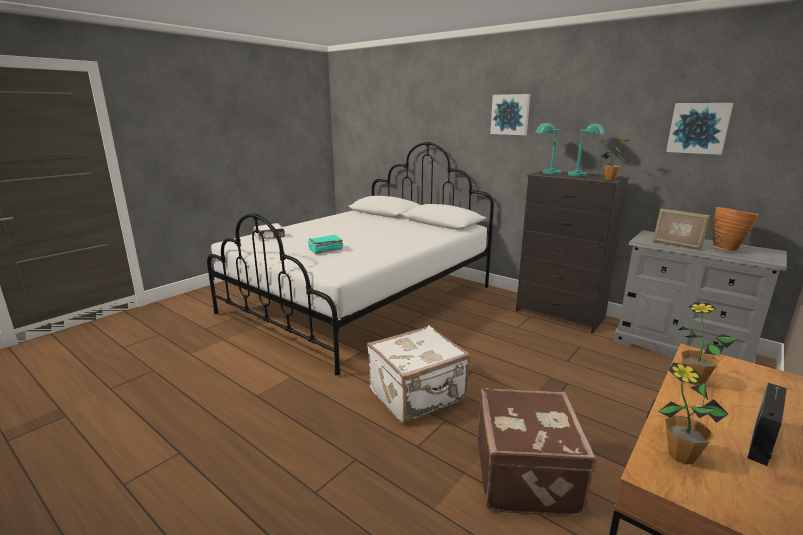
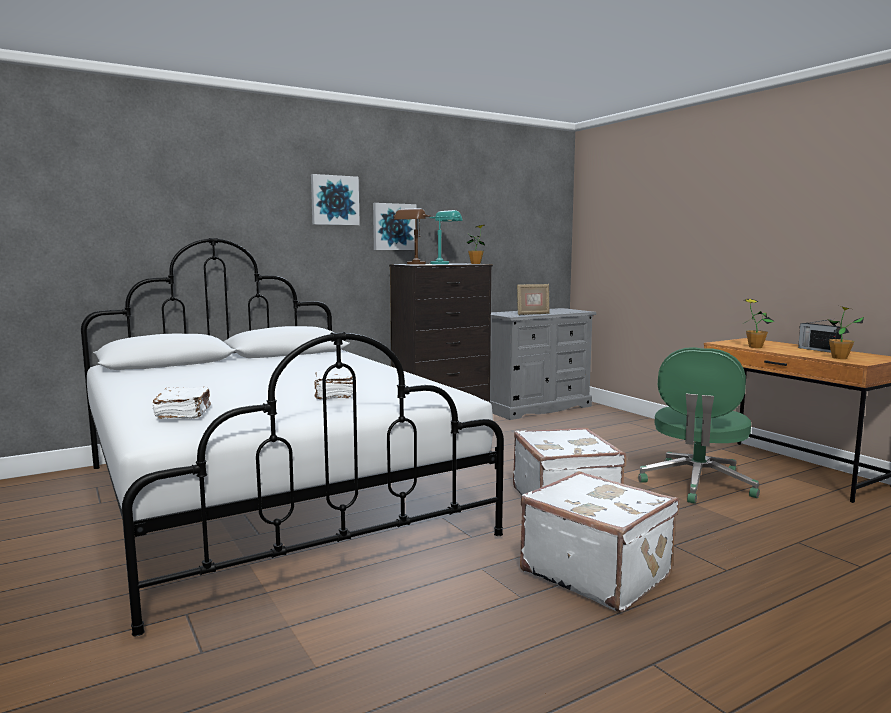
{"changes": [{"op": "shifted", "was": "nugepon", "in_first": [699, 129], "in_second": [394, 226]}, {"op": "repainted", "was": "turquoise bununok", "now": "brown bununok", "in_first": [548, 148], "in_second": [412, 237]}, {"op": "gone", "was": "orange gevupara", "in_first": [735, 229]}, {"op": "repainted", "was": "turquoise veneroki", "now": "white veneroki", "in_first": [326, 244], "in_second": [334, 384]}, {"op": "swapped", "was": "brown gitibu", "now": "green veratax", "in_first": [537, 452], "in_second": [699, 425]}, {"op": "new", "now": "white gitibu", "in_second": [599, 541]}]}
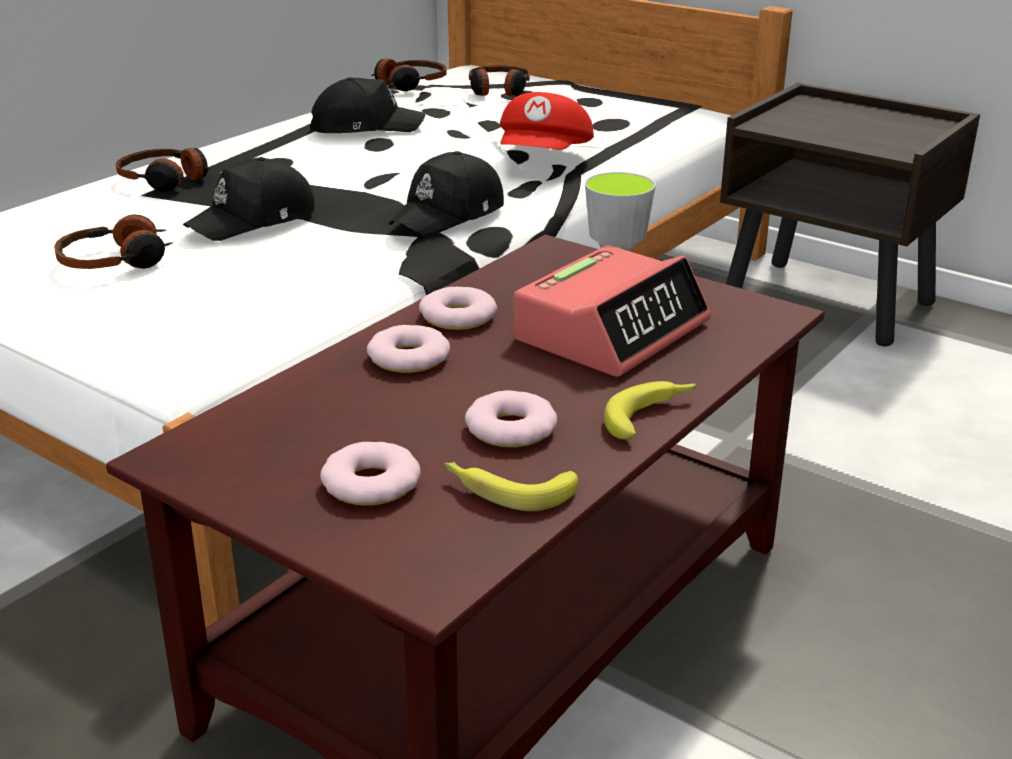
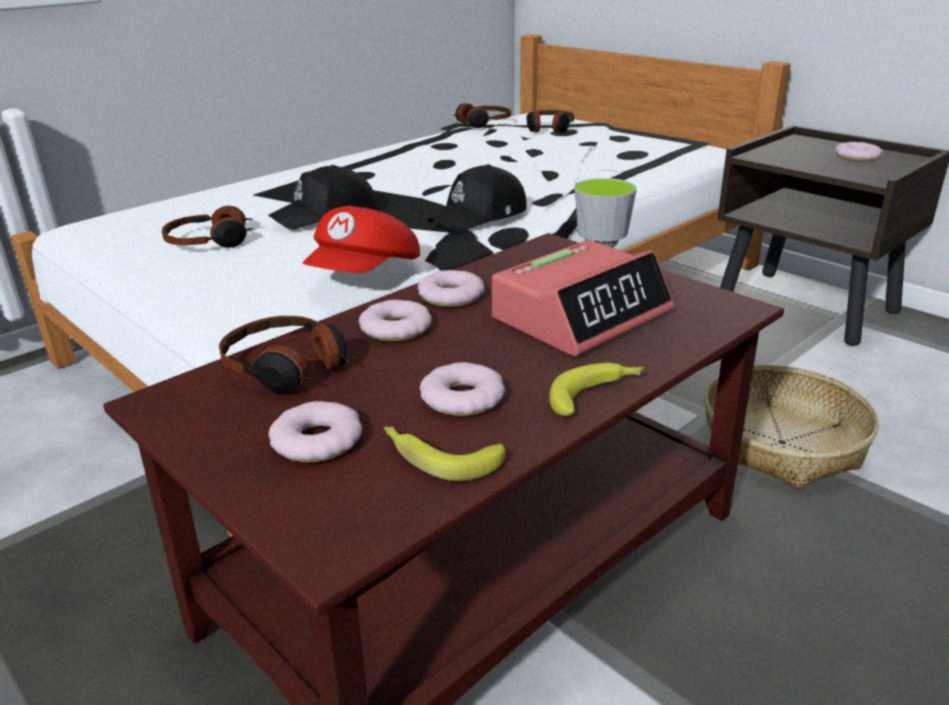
{"changes": [{"op": "gone", "was": "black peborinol", "in_first": [368, 105]}, {"op": "shifted", "was": "red peborinol", "in_first": [547, 121], "in_second": [361, 239]}, {"op": "shifted", "was": "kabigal", "in_first": [163, 170], "in_second": [283, 354]}, {"op": "new", "now": "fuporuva", "in_second": [859, 152]}, {"op": "new", "now": "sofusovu", "in_second": [791, 427]}]}
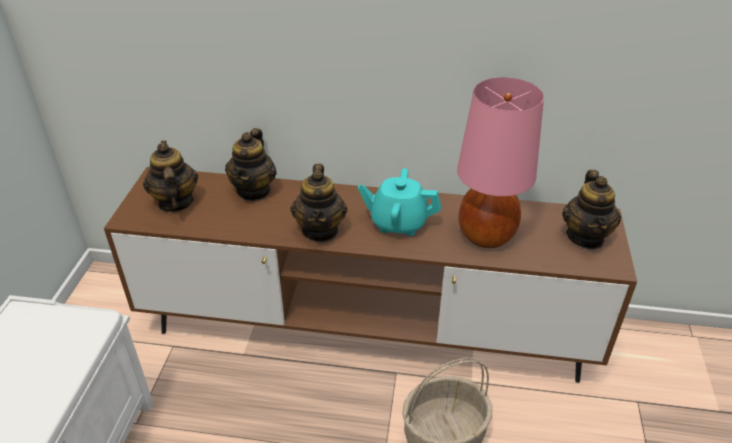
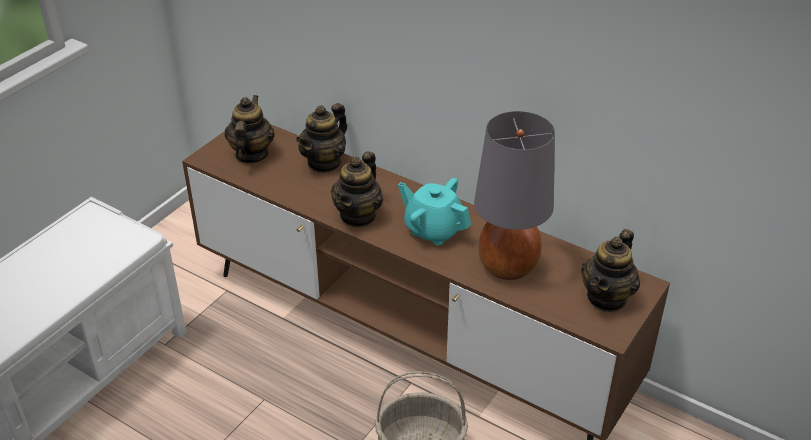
{"changes": [{"op": "repainted", "was": "pink bununok", "now": "grey bununok", "in_first": [500, 162], "in_second": [514, 195]}]}
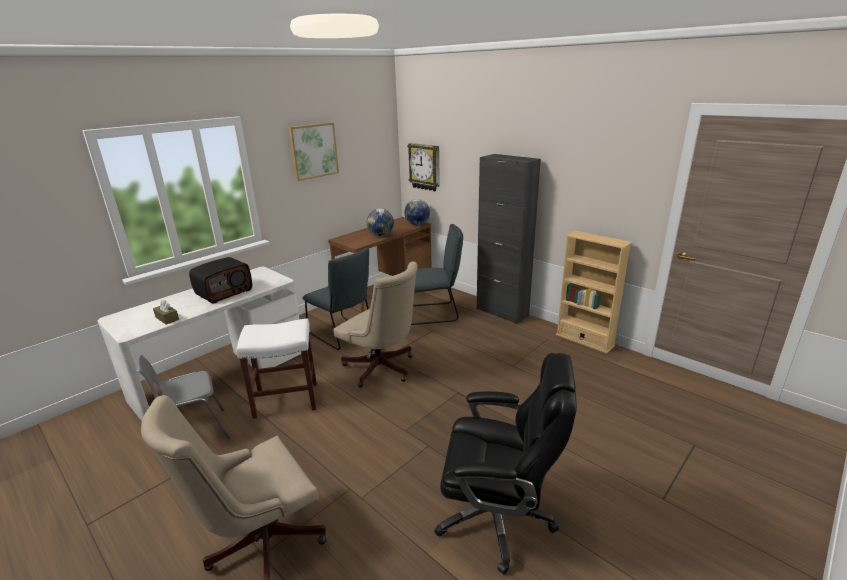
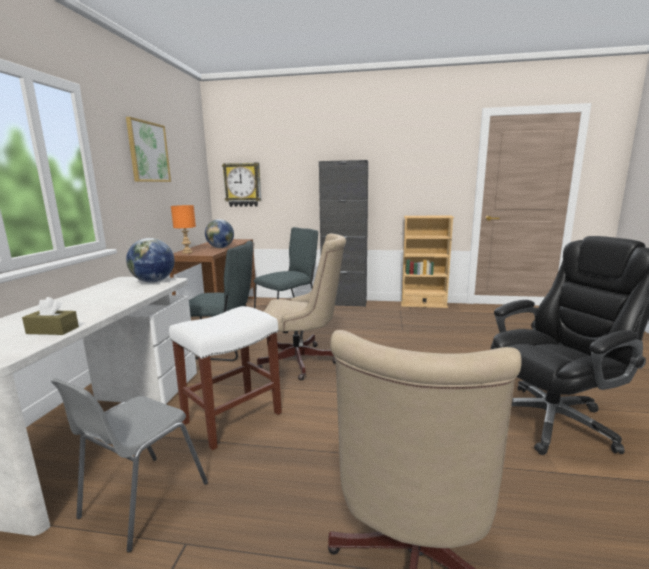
{"changes": [{"op": "shifted", "was": "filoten", "in_first": [417, 212], "in_second": [150, 260]}, {"op": "gone", "was": "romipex", "in_first": [220, 280]}, {"op": "new", "now": "orange bununok", "in_second": [183, 229]}]}
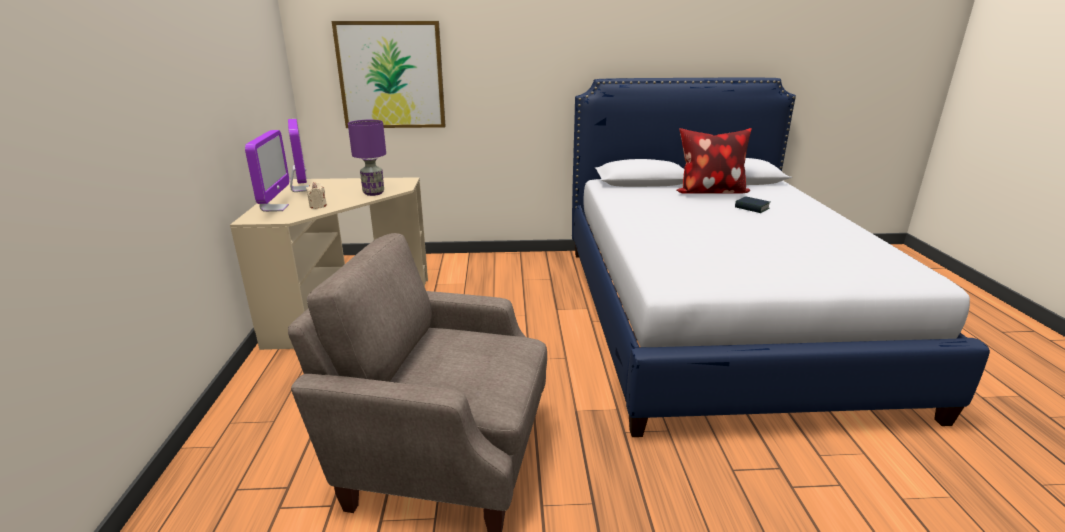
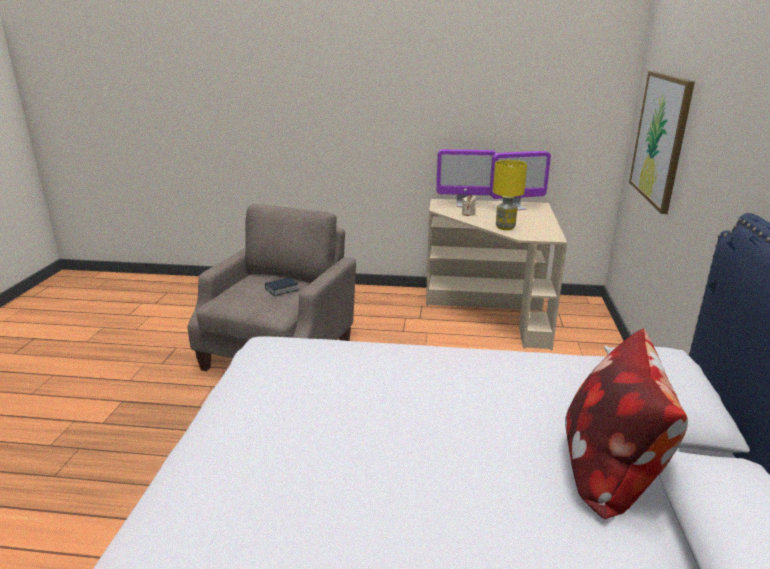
{"changes": [{"op": "repainted", "was": "purple bununok", "now": "yellow bununok", "in_first": [367, 158], "in_second": [510, 195]}, {"op": "shifted", "was": "veneroki", "in_first": [752, 204], "in_second": [282, 286]}]}
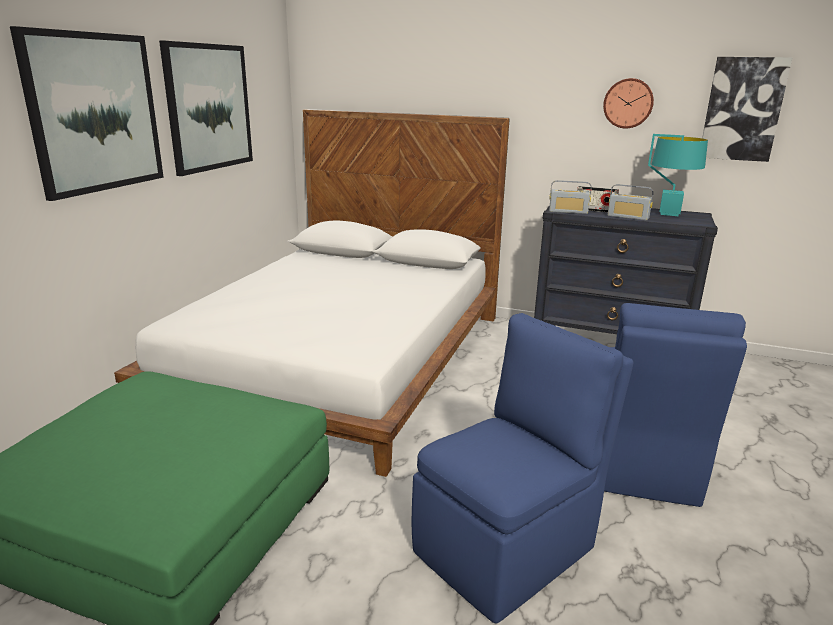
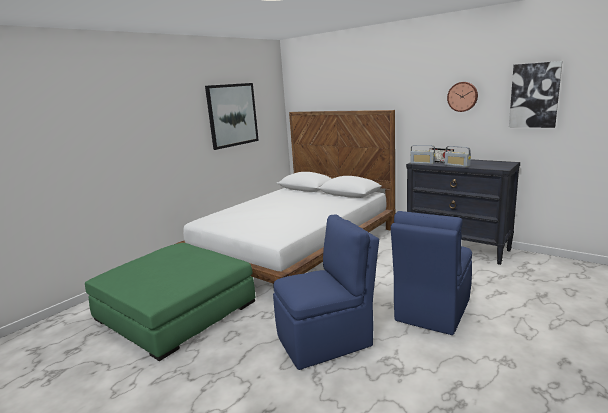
{"changes": [{"op": "gone", "was": "nugepon", "in_first": [87, 113]}, {"op": "gone", "was": "turquoise bununok", "in_first": [678, 175]}]}
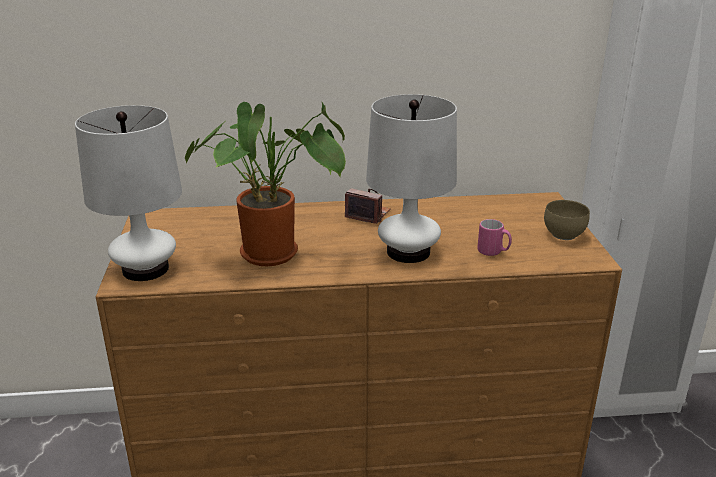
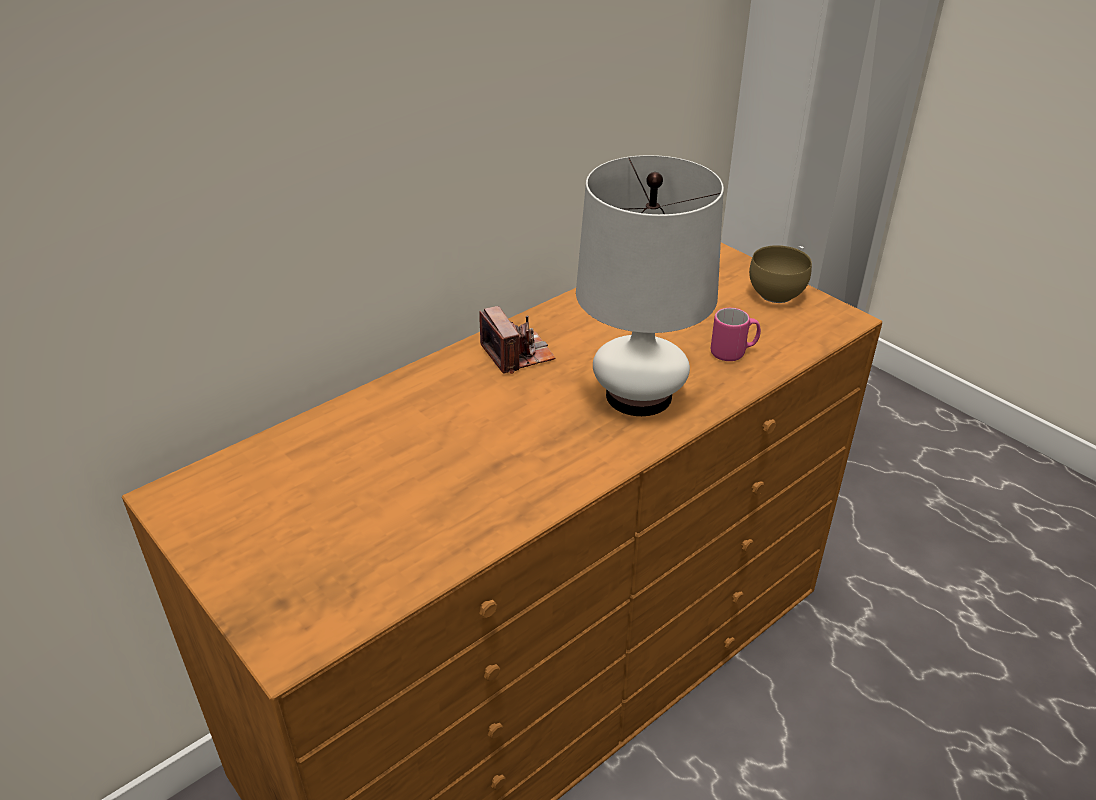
{"changes": [{"op": "gone", "was": "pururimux", "in_first": [265, 184]}, {"op": "gone", "was": "white bununok", "in_first": [128, 193]}, {"op": "rotated", "was": "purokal", "in_first": [368, 206], "in_second": [517, 340], "clockwise": 75}]}
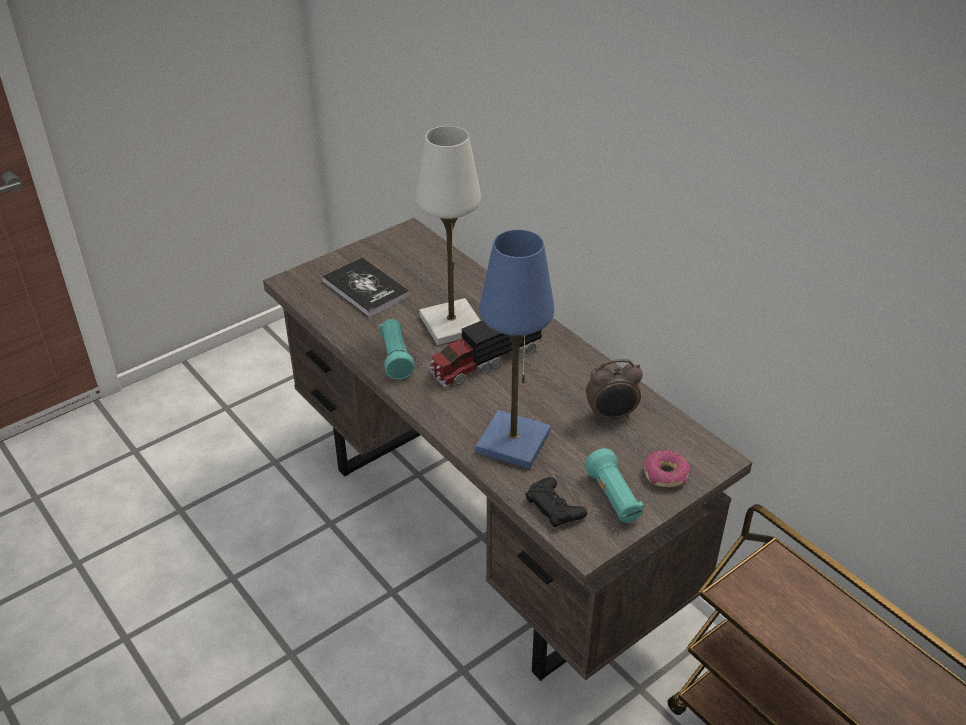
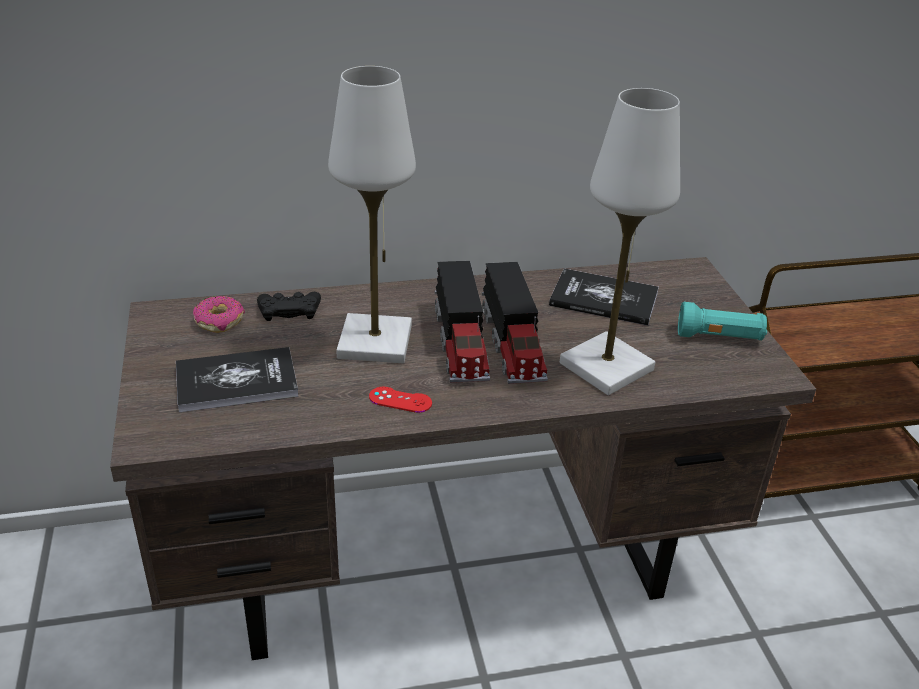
{"changes": [{"op": "repainted", "was": "blue bununok", "now": "white bununok", "in_first": [515, 349], "in_second": [620, 241]}, {"op": "swapped", "was": "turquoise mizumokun", "now": "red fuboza", "in_first": [397, 349], "in_second": [400, 400]}, {"op": "swapped", "was": "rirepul", "now": "veneroki", "in_first": [614, 390], "in_second": [604, 297]}, {"op": "shifted", "was": "fuporuva", "in_first": [667, 468], "in_second": [219, 314]}, {"op": "shifted", "was": "black fuboza", "in_first": [556, 502], "in_second": [289, 306]}, {"op": "new", "now": "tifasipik", "in_second": [515, 323]}]}
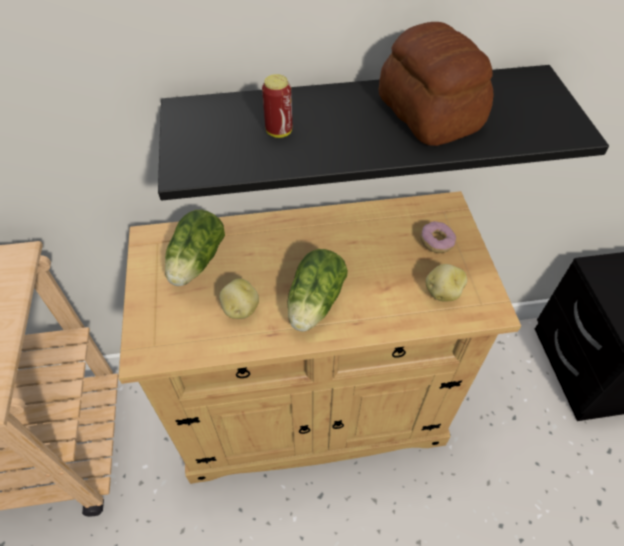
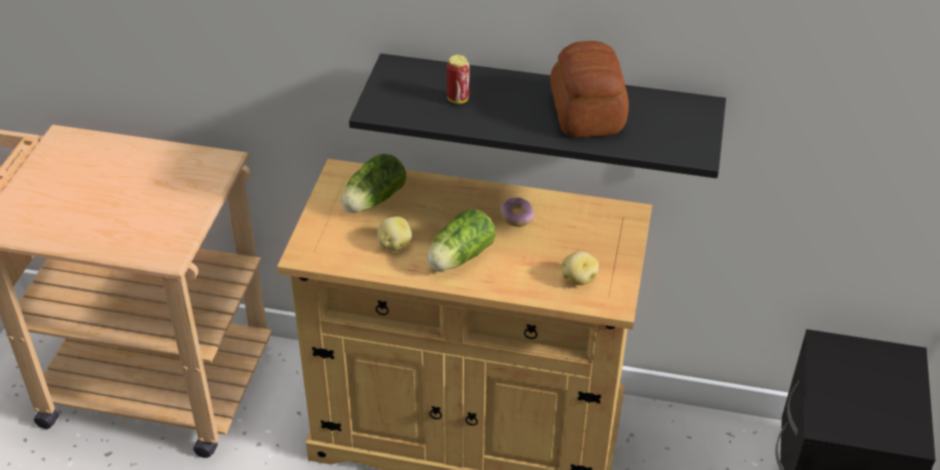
{"changes": [{"op": "shifted", "was": "fuporuva", "in_first": [438, 237], "in_second": [517, 212]}]}
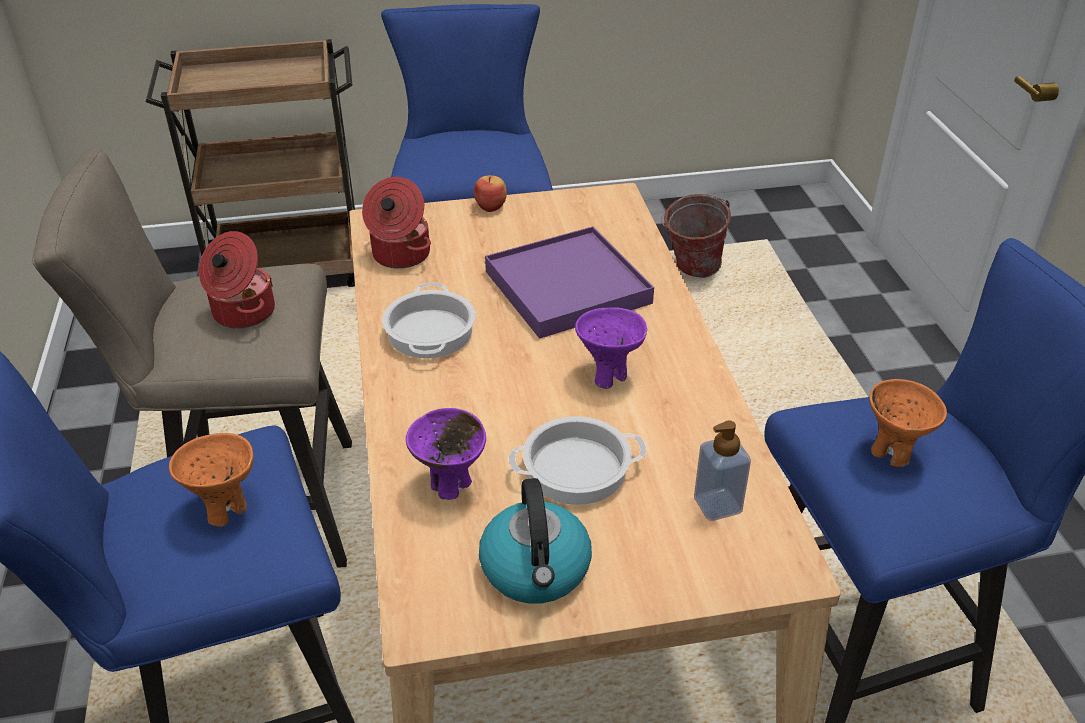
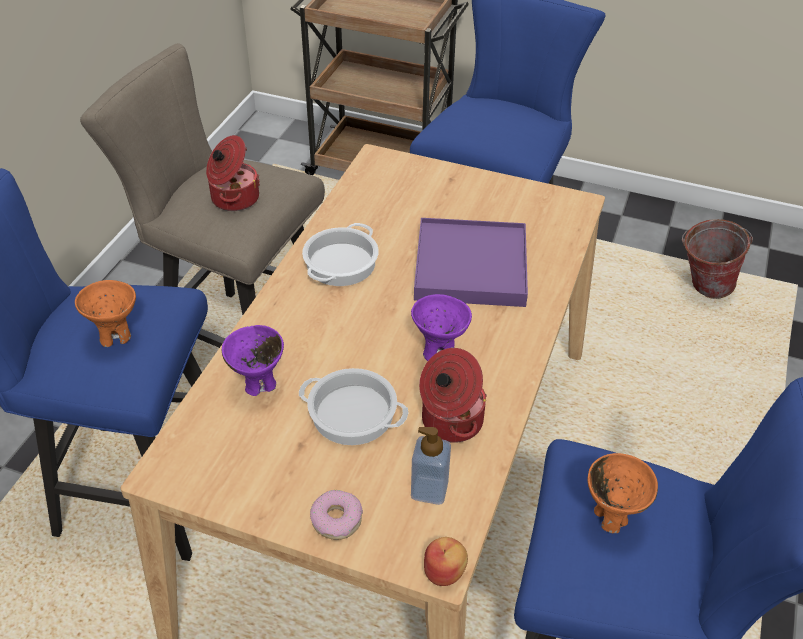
{"changes": [{"op": "shifted", "was": "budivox", "in_first": [490, 193], "in_second": [446, 561]}, {"op": "shifted", "was": "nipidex", "in_first": [396, 223], "in_second": [453, 395]}, {"op": "gone", "was": "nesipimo", "in_first": [535, 540]}, {"op": "new", "now": "fuporuva", "in_second": [336, 515]}]}
